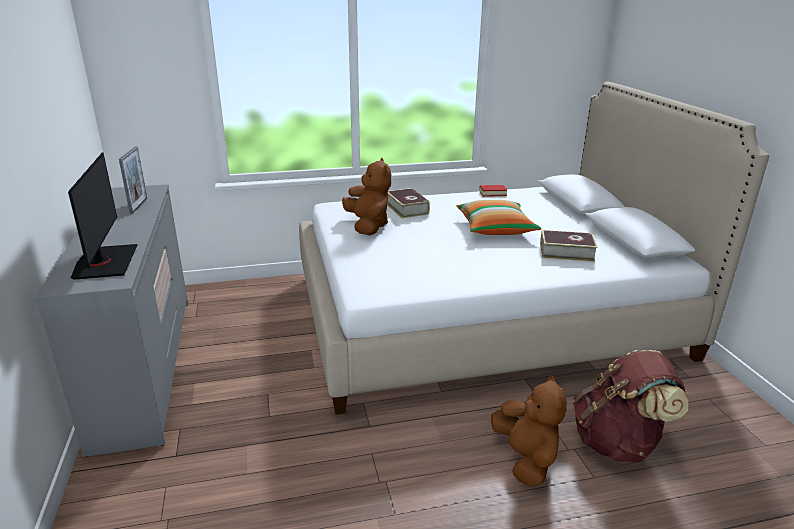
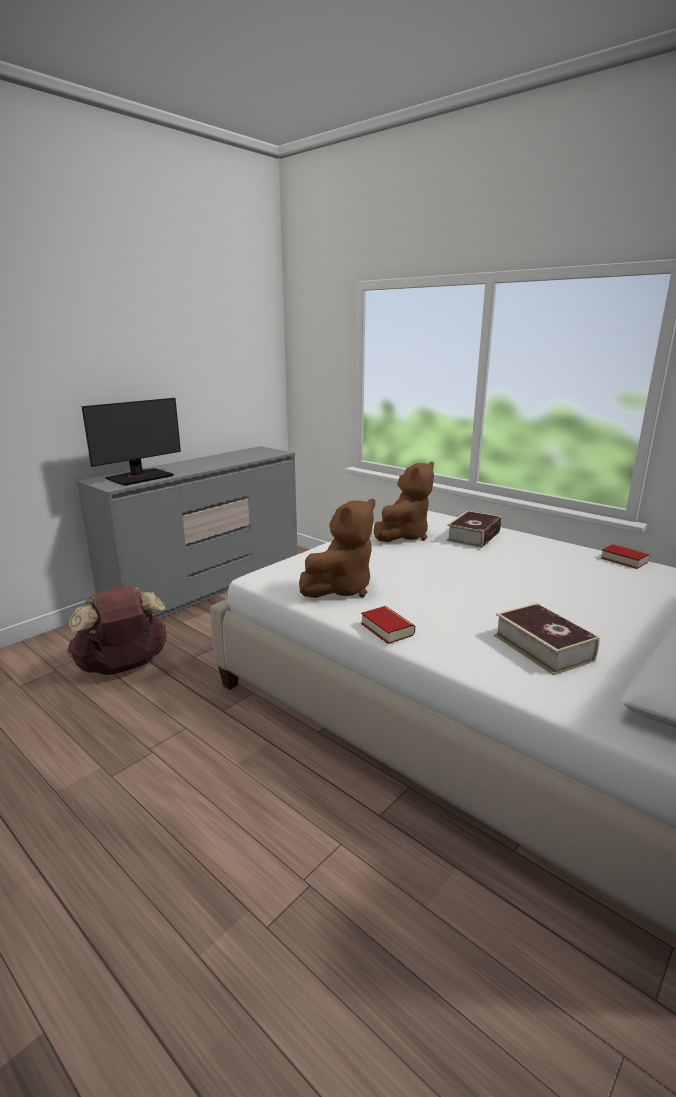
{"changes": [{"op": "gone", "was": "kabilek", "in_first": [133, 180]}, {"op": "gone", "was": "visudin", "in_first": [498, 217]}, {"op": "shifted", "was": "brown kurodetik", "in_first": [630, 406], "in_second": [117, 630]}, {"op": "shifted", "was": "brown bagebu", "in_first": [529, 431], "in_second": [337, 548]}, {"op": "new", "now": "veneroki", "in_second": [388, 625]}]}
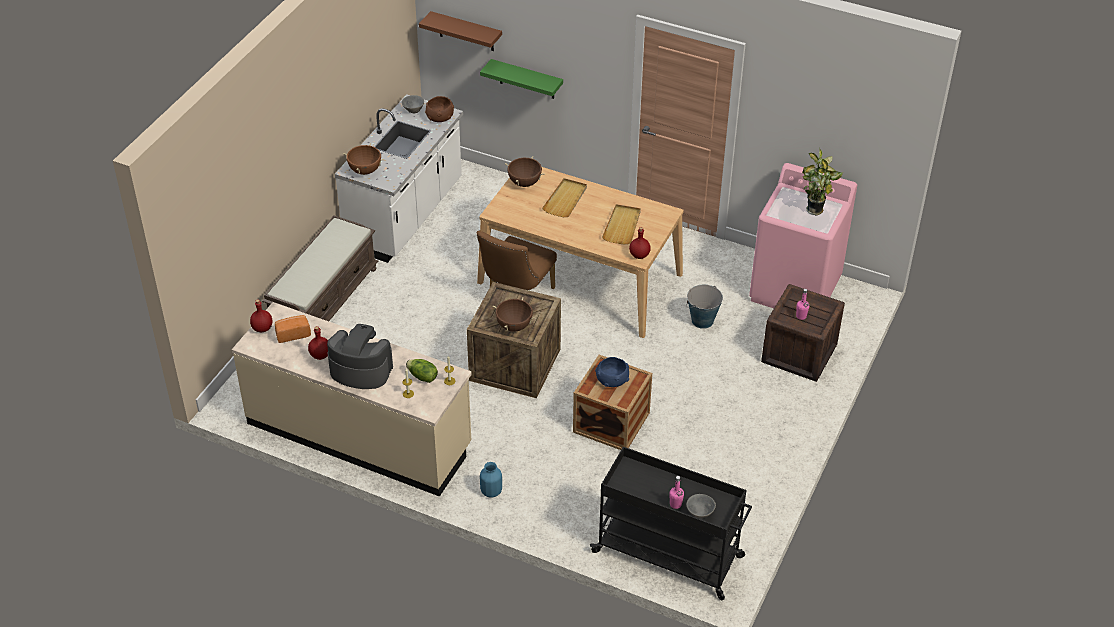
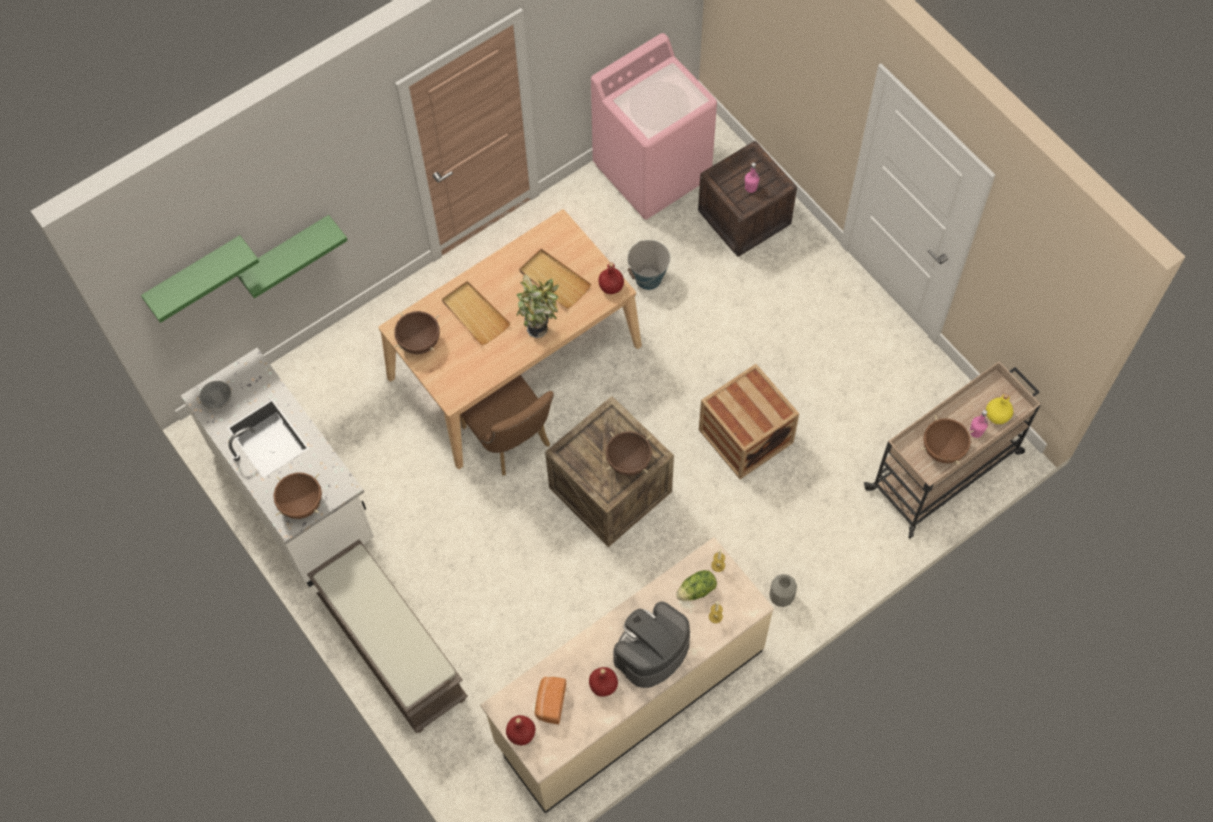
{"changes": [{"op": "repainted", "was": "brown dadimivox", "now": "green dadimivox", "in_first": [460, 31], "in_second": [200, 279]}, {"op": "gone", "was": "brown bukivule", "in_first": [439, 109]}, {"op": "shifted", "was": "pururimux", "in_first": [822, 182], "in_second": [538, 306]}, {"op": "gone", "was": "blue bukivule", "in_first": [612, 372]}, {"op": "repainted", "was": "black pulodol", "now": "beige pulodol", "in_first": [671, 523], "in_second": [952, 450]}, {"op": "repainted", "was": "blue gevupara", "now": "grey gevupara", "in_first": [491, 480], "in_second": [783, 590]}, {"op": "swapped", "was": "grey bukivule", "now": "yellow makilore", "in_first": [701, 506], "in_second": [999, 409]}, {"op": "new", "now": "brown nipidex", "in_second": [947, 440]}]}
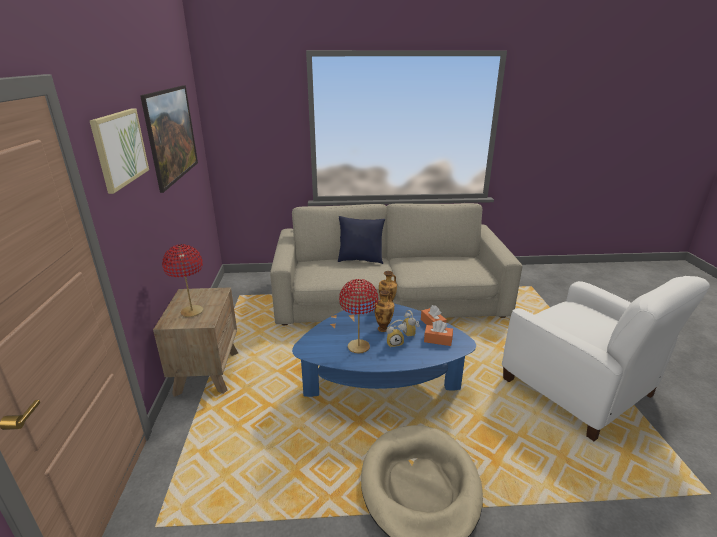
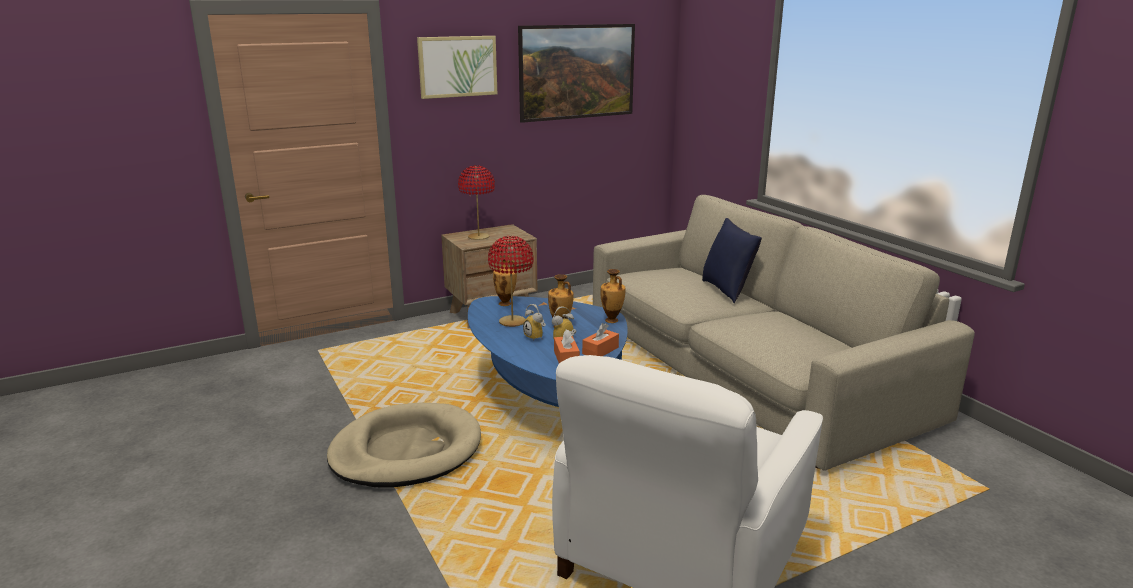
{"changes": [{"op": "new", "now": "gevupara", "in_second": [505, 280]}]}
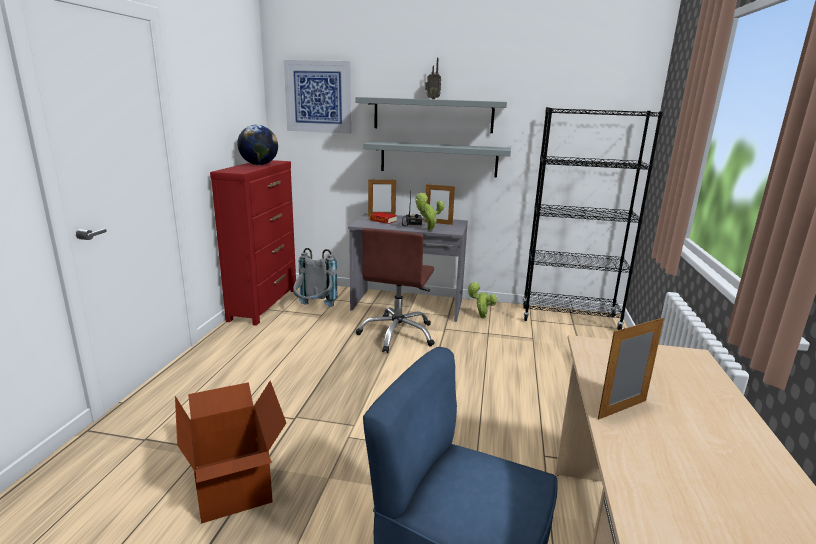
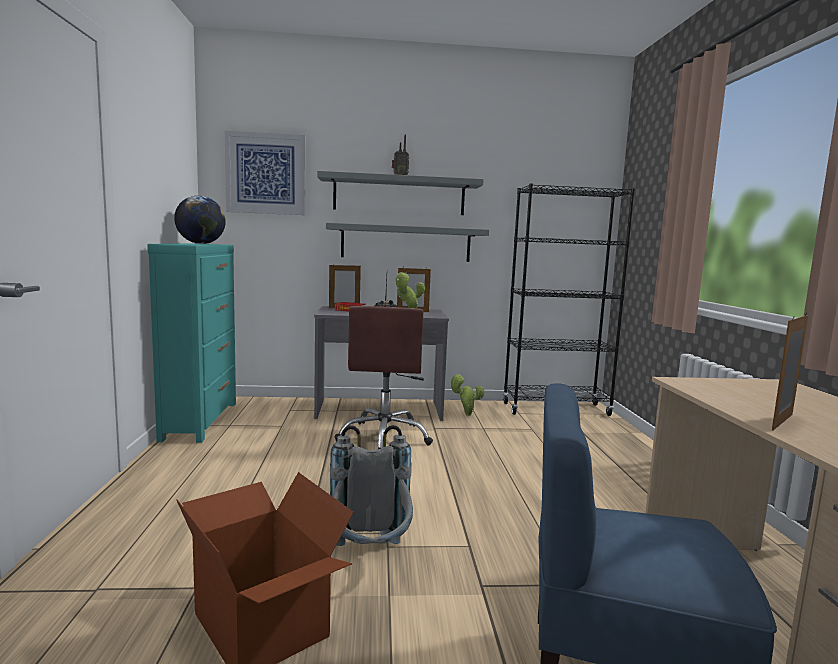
{"changes": [{"op": "repainted", "was": "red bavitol", "now": "turquoise bavitol", "in_first": [253, 243], "in_second": [191, 343]}, {"op": "shifted", "was": "grey kurodetik", "in_first": [315, 277], "in_second": [371, 485]}]}
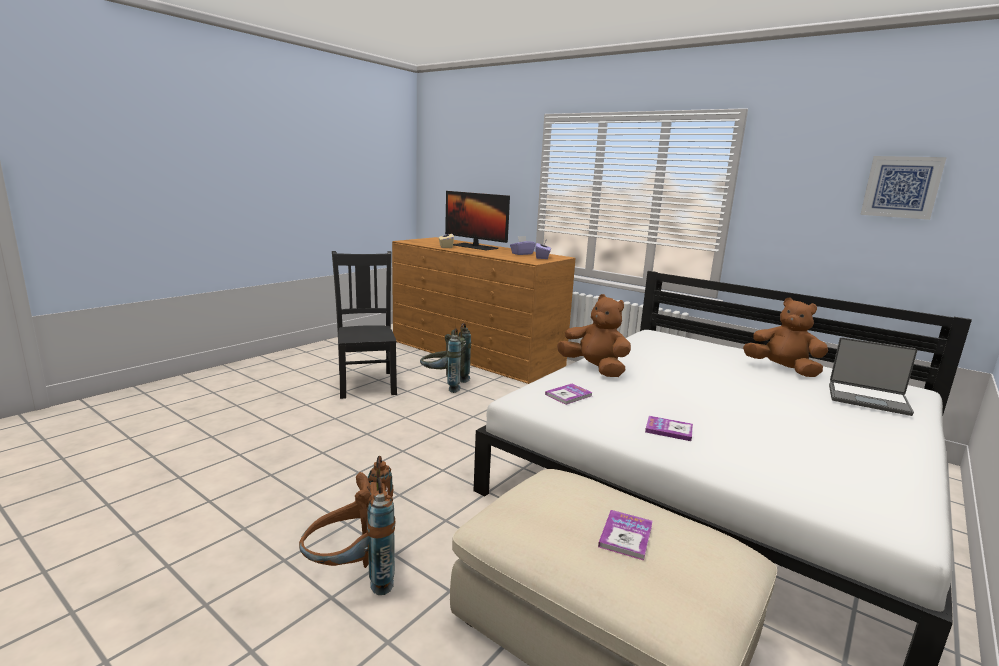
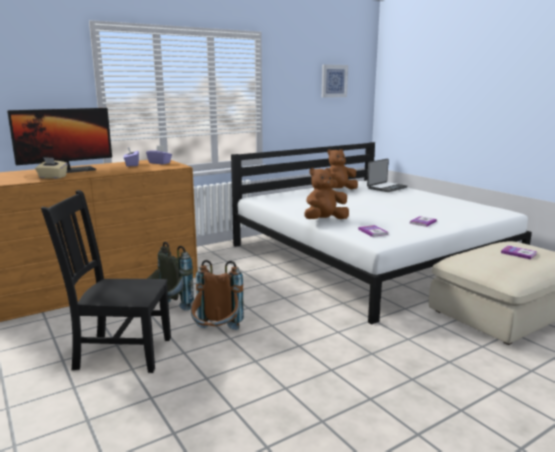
{"changes": [{"op": "shifted", "was": "brown kurodetik", "in_first": [347, 525], "in_second": [217, 295]}]}
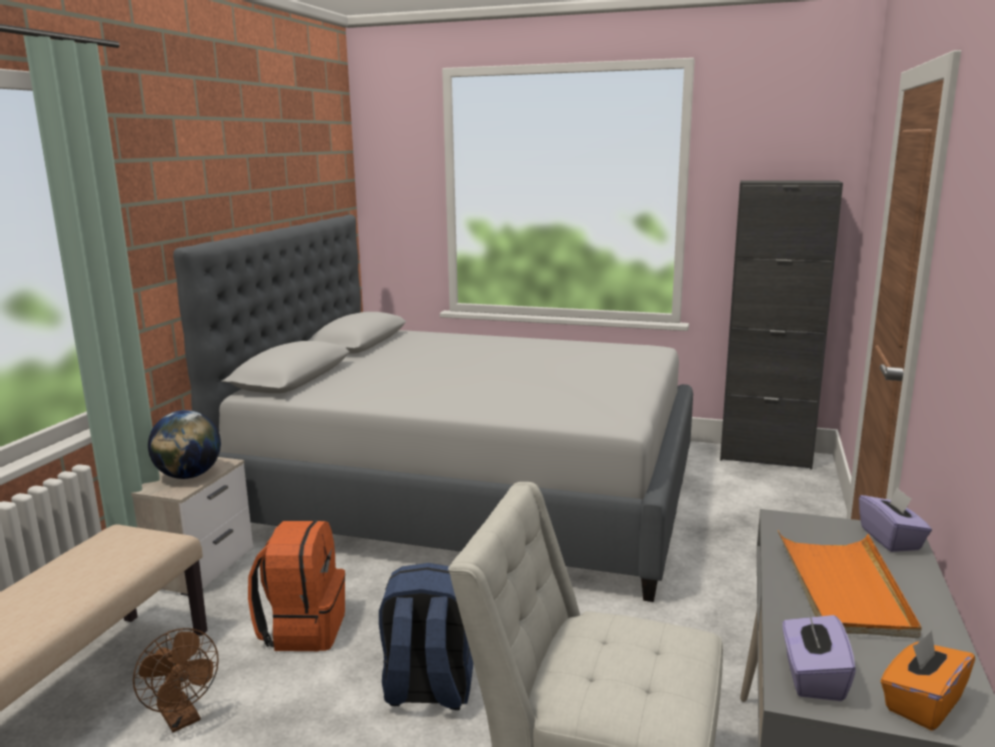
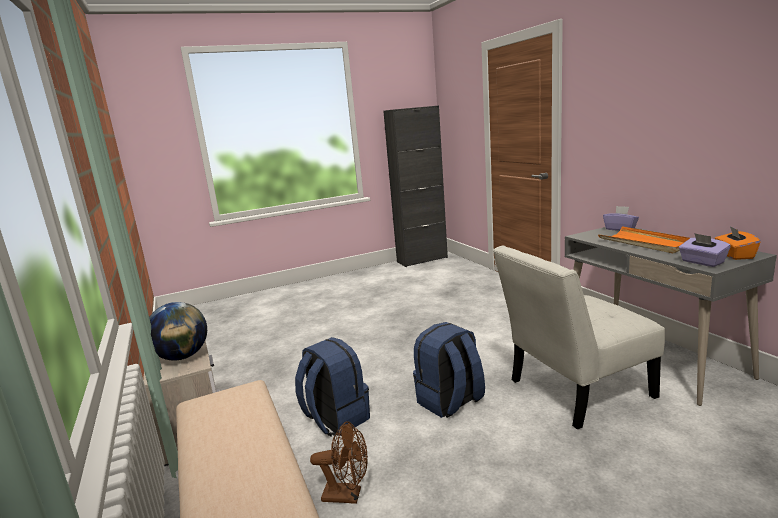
{"changes": [{"op": "gone", "was": "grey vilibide", "in_first": [433, 408]}, {"op": "repainted", "was": "orange kurodetik", "now": "blue kurodetik", "in_first": [296, 586], "in_second": [332, 387]}]}
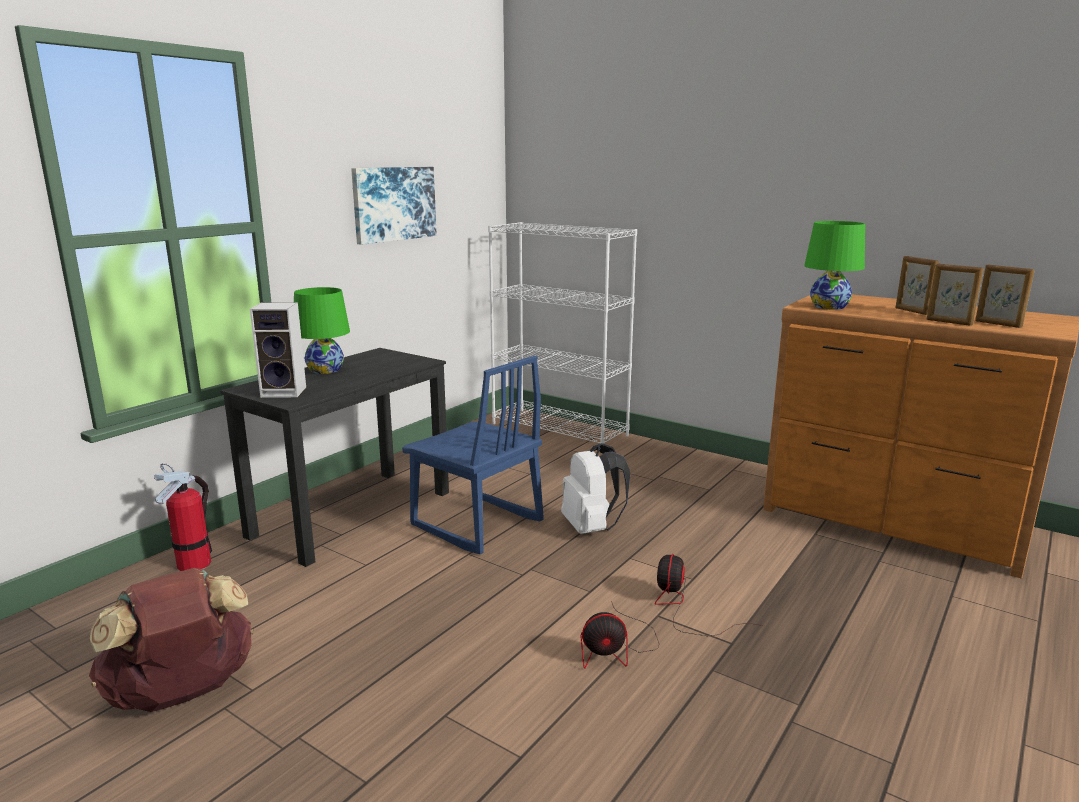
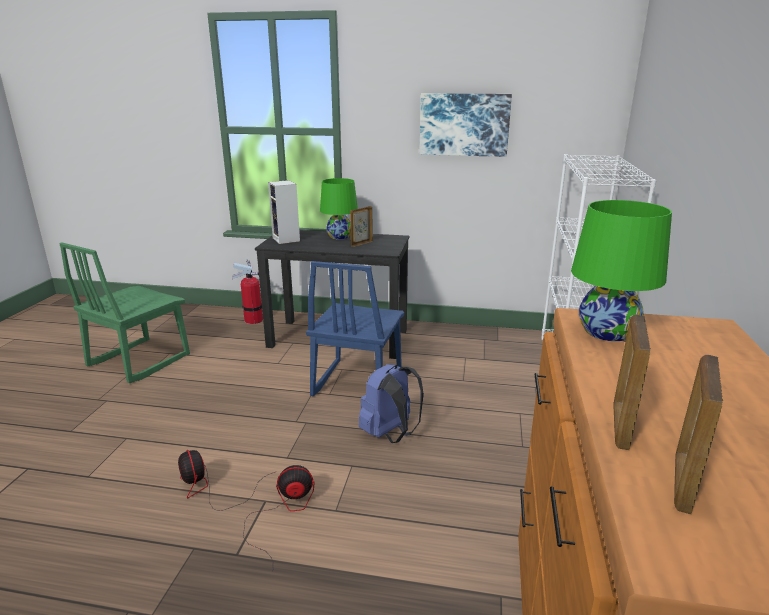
{"changes": [{"op": "shifted", "was": "kabilek", "in_first": [917, 285], "in_second": [361, 226]}, {"op": "repainted", "was": "white kurodetik", "now": "blue kurodetik", "in_first": [595, 488], "in_second": [391, 403]}, {"op": "swapped", "was": "brown kurodetik", "now": "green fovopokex", "in_first": [171, 640], "in_second": [124, 313]}]}
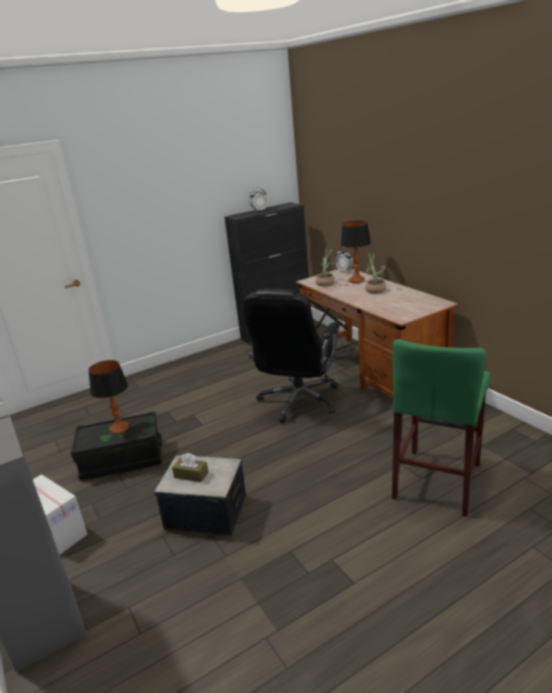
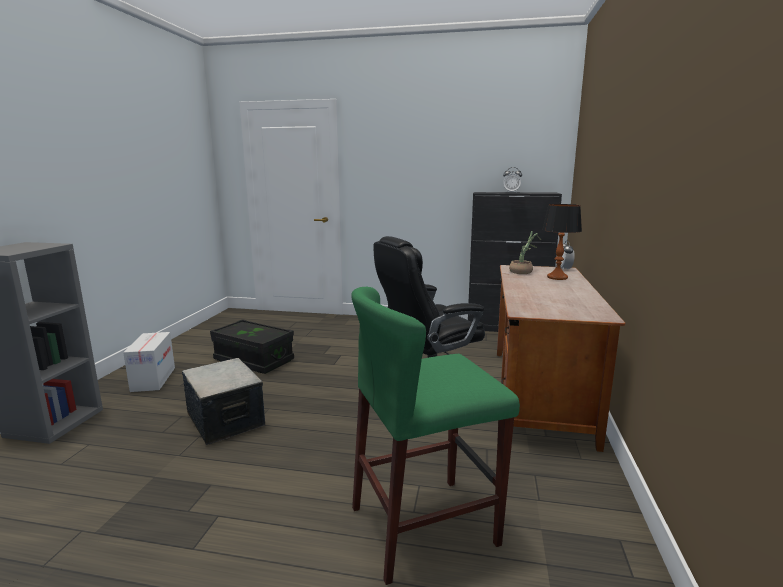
{"changes": [{"op": "gone", "was": "pururimux", "in_first": [374, 273]}, {"op": "gone", "was": "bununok", "in_first": [108, 397]}, {"op": "gone", "was": "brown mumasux", "in_first": [190, 467]}]}
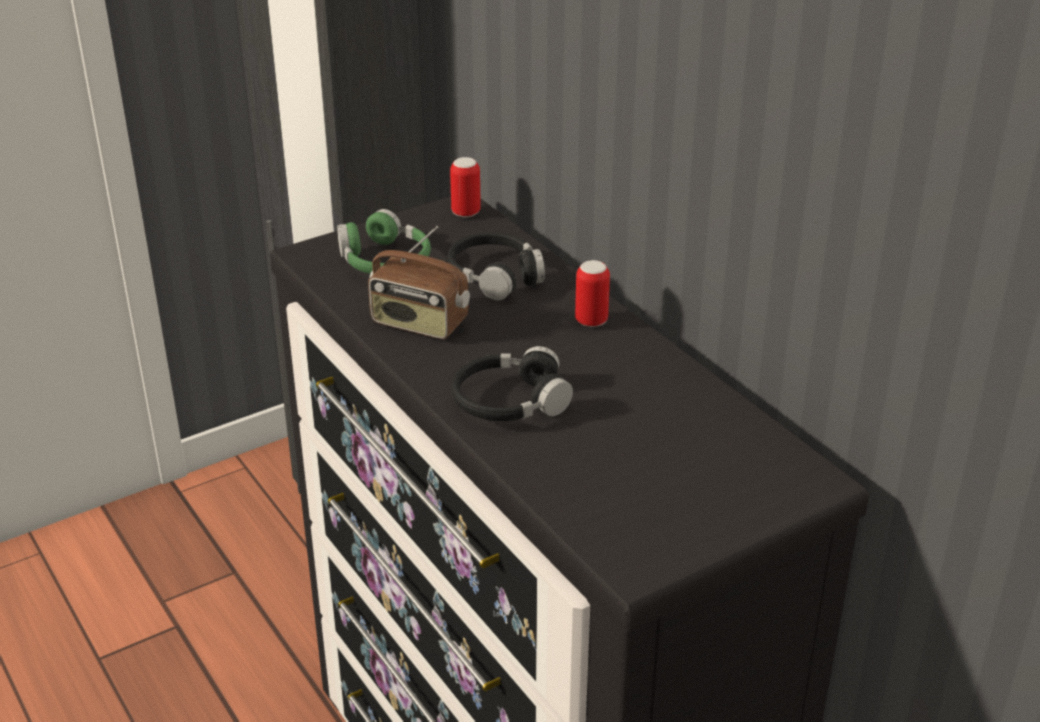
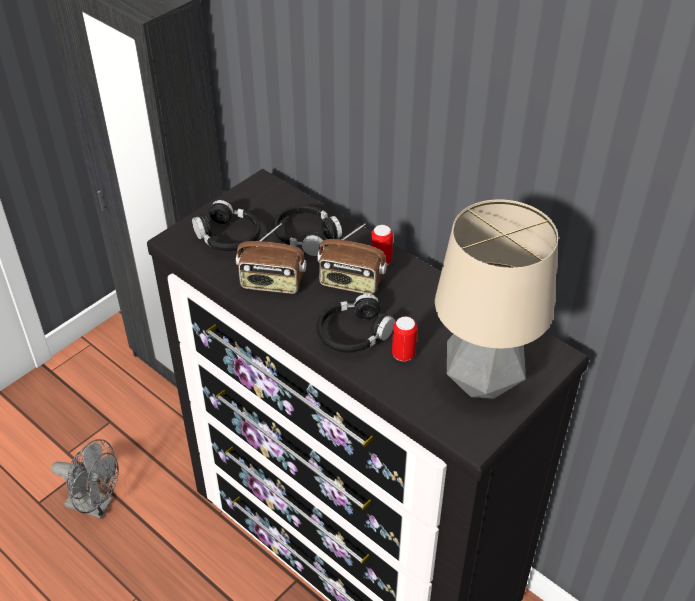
{"changes": [{"op": "shifted", "was": "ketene", "in_first": [465, 187], "in_second": [404, 338]}, {"op": "repainted", "was": "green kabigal", "now": "black kabigal", "in_first": [384, 241], "in_second": [226, 225]}, {"op": "new", "now": "bununok", "in_second": [496, 299]}, {"op": "new", "now": "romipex", "in_second": [352, 259]}, {"op": "new", "now": "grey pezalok", "in_second": [85, 479]}]}
